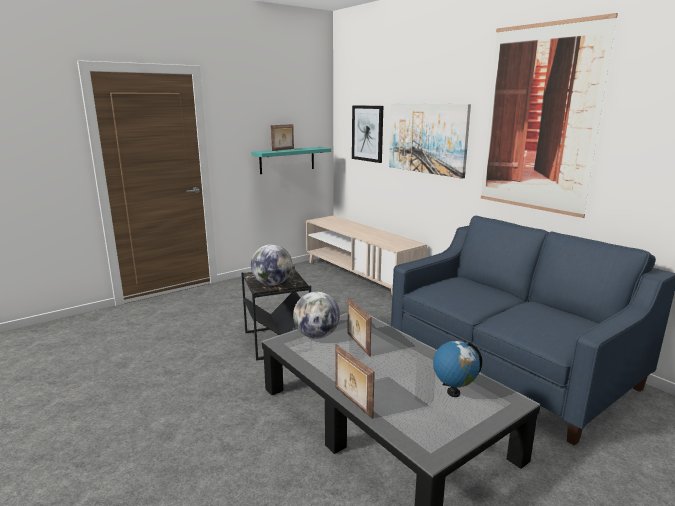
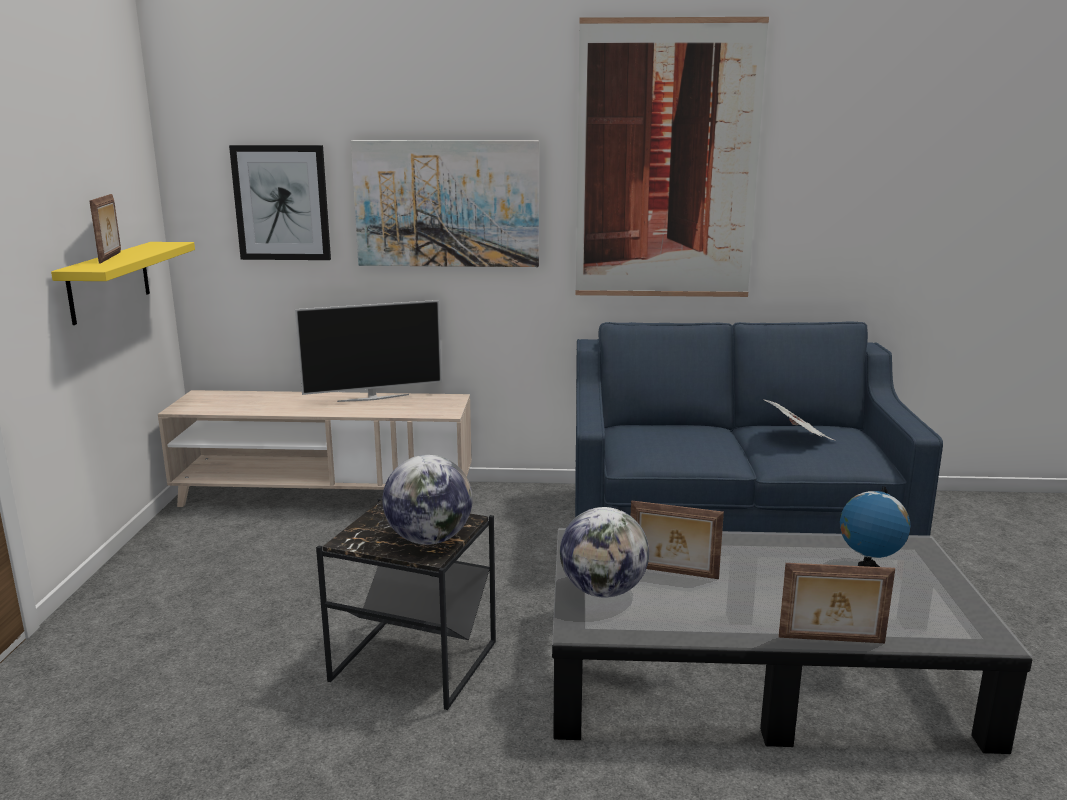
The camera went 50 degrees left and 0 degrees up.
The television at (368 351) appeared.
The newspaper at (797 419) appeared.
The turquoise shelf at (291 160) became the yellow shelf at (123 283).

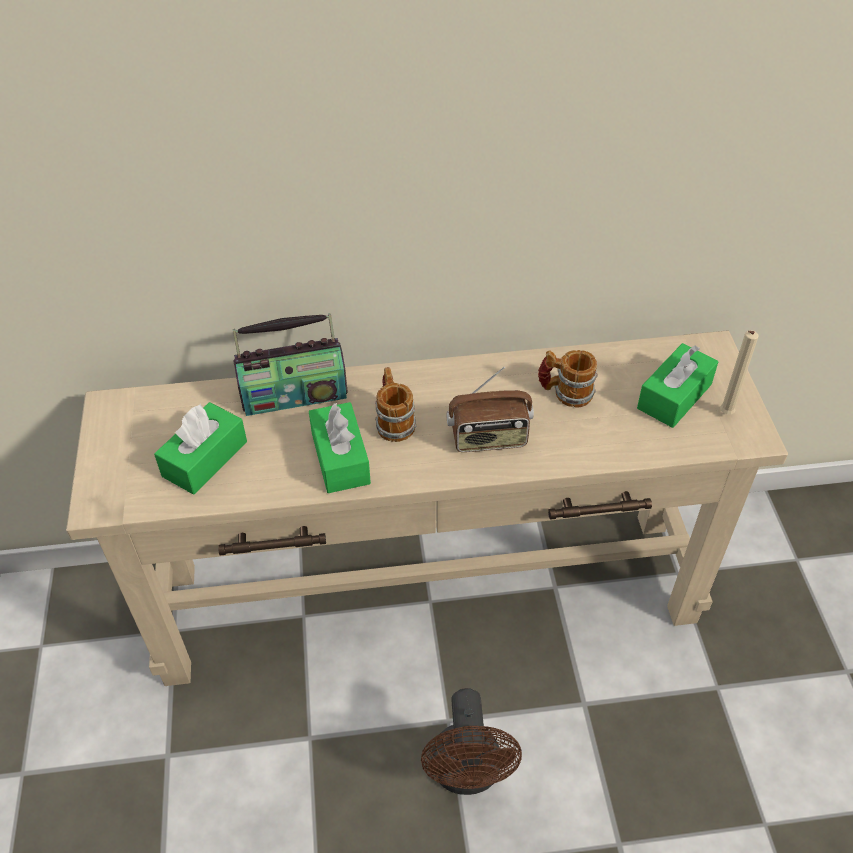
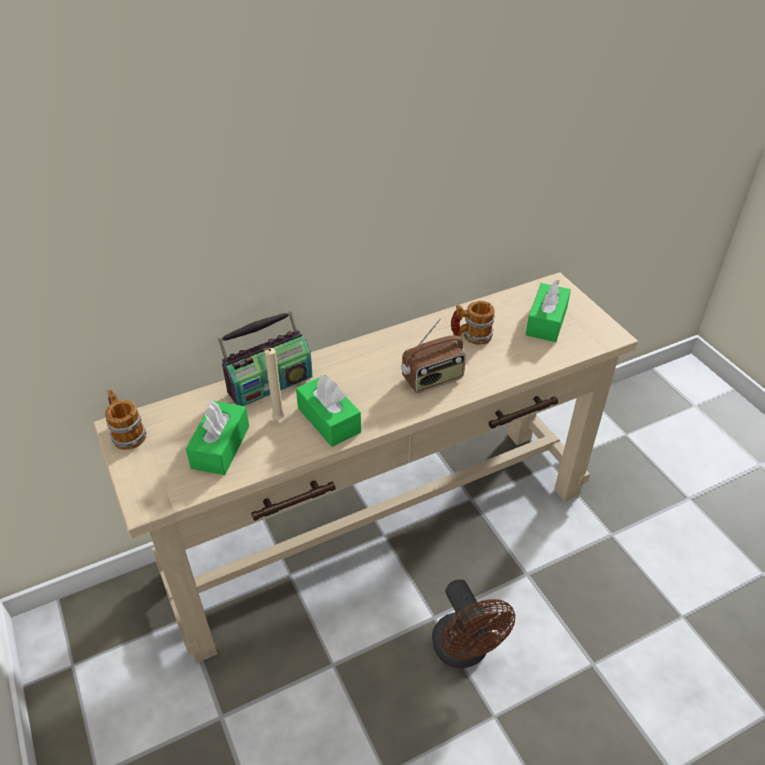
The camera went 20 degrees left and 5 degrees down.
The mug moved from (395 404) to (126 419).
The beige candle moved from (739 372) to (274 383).

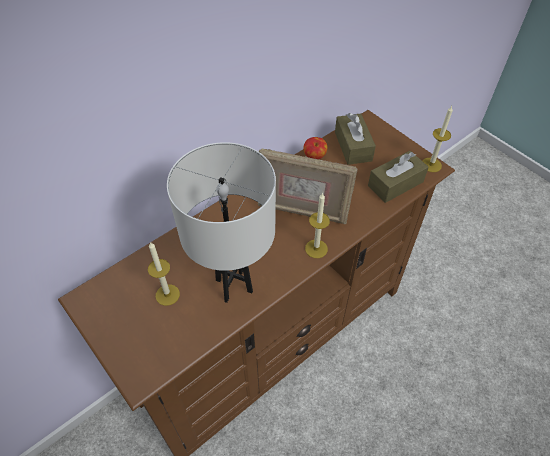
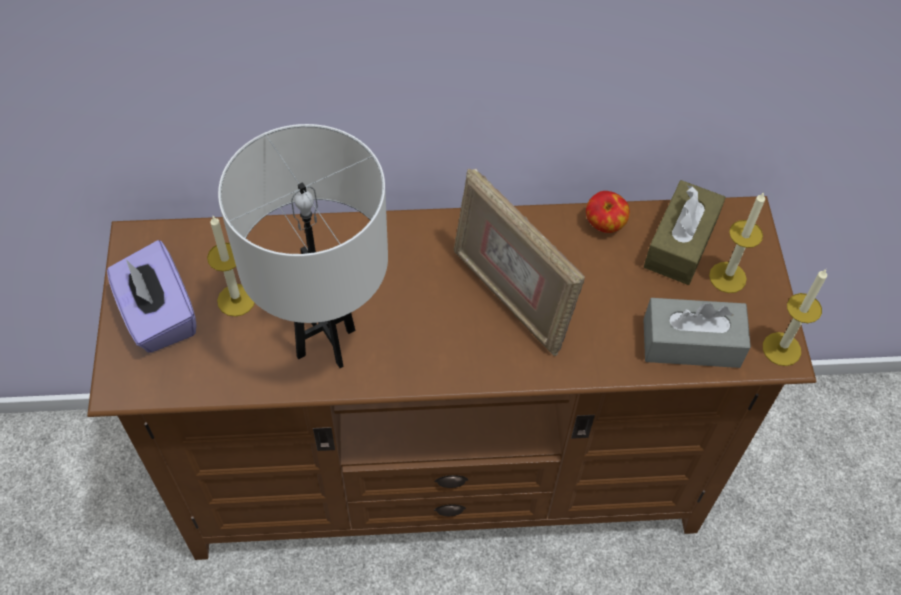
The camera went 35 degrees right and 5 degrees up.
The purple tissue box at (151 296) appeared.
The candle moved from (317 225) to (737 242).
The brown tissue box at (398 177) became the grey tissue box at (697 333).

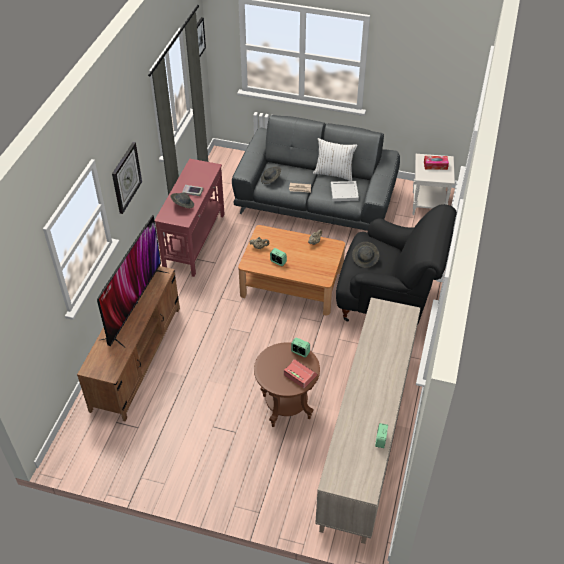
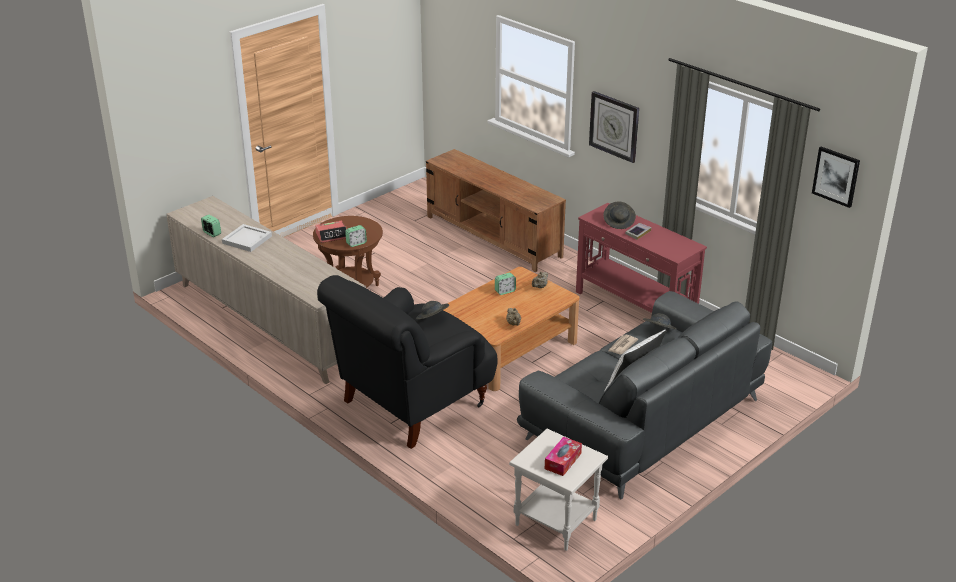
The camera went 120 degrees right and 15 degrees down.
The television at (132 281) disappeared.
The white tray moved from (345 191) to (247 238).

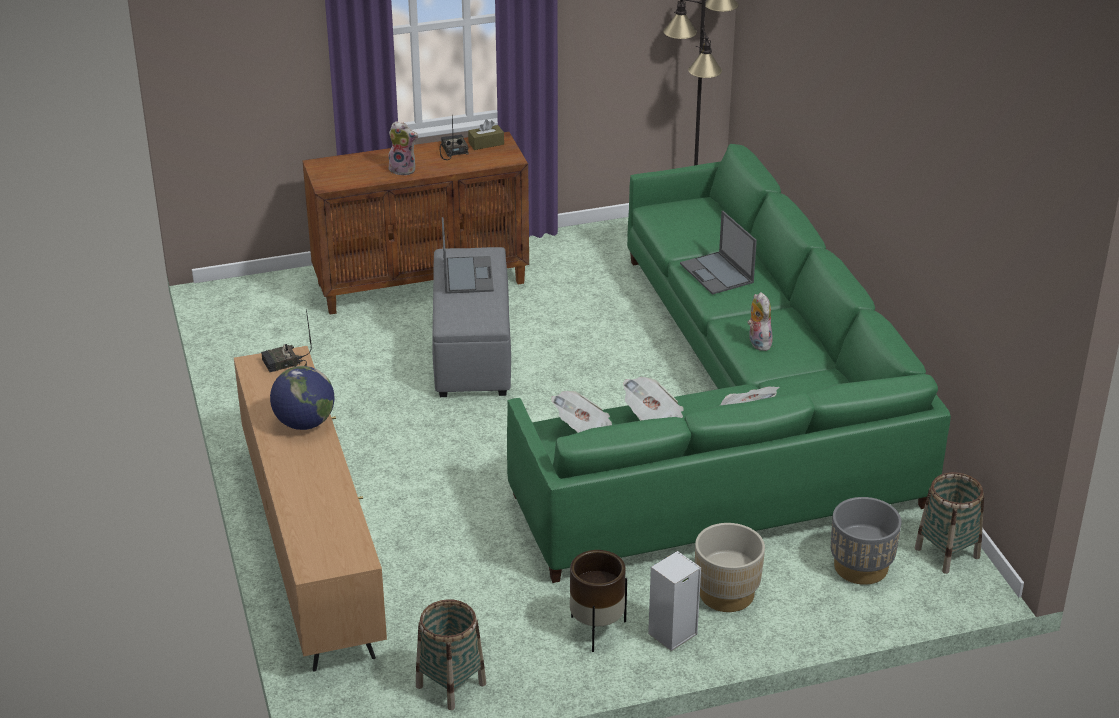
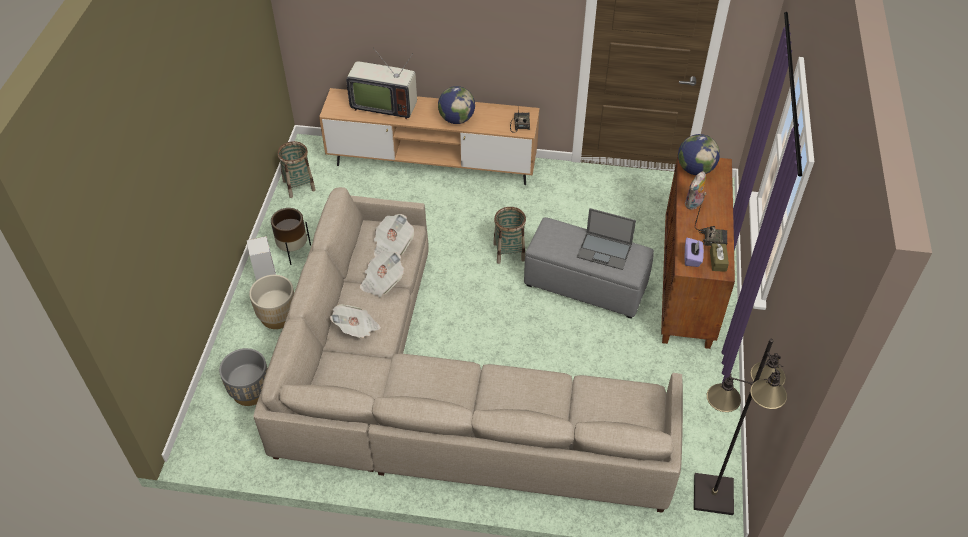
The camera went 115 degrees right and 15 degrees up.
The laptop at (718 253) disappeared.
The plush toy at (760 321) disappeared.
The television at (381 83) appeared.
The globe at (699 154) appeared.
The purple tissue box at (694 252) appeared.
The basket moved from (949 523) to (509 235).
The green sofa at (729 363) became the beige sofa at (468 350).

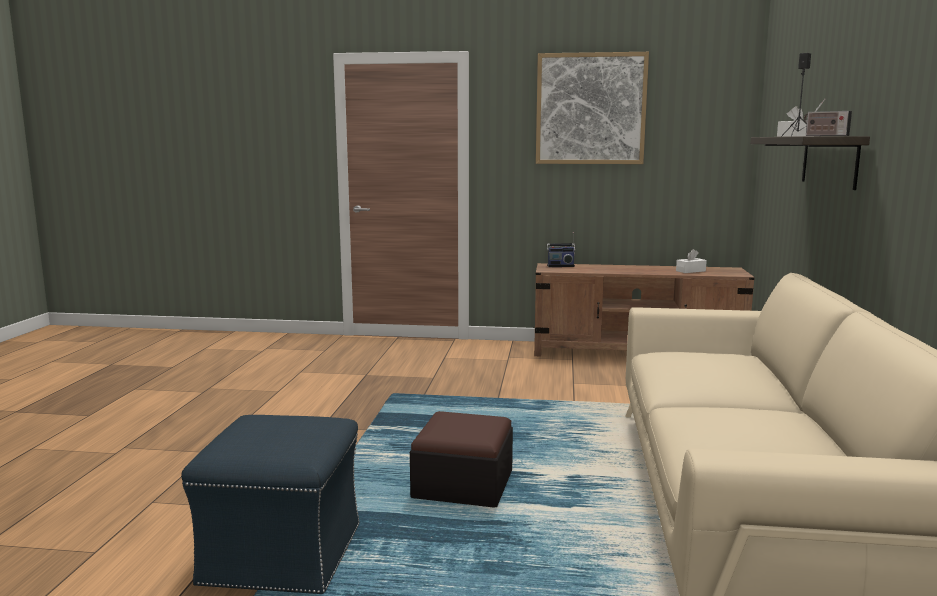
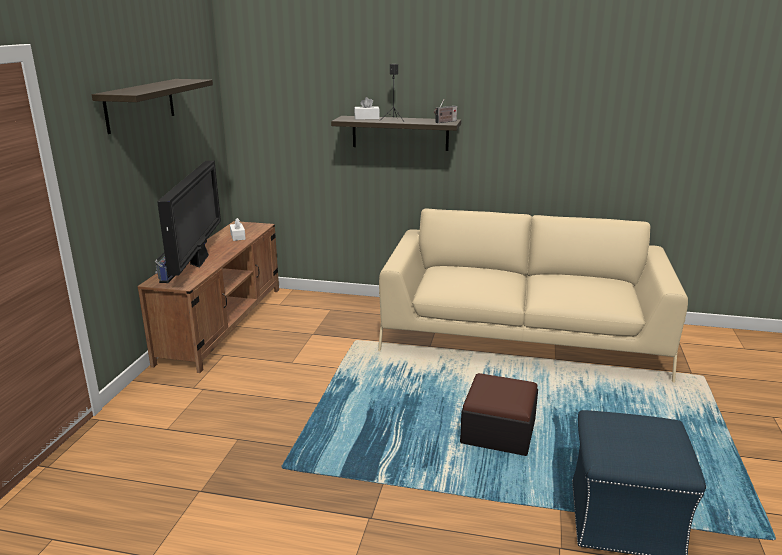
The camera went 85 degrees left and 10 degrees up.
The television at (189 218) appeared.
The picture at (592 108) was replaced by the shelf at (152 106).

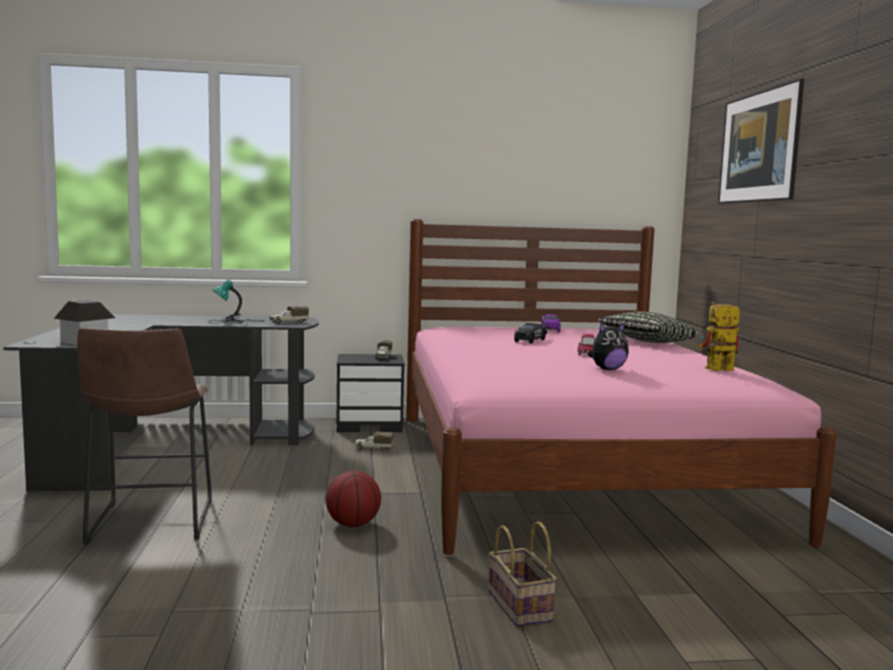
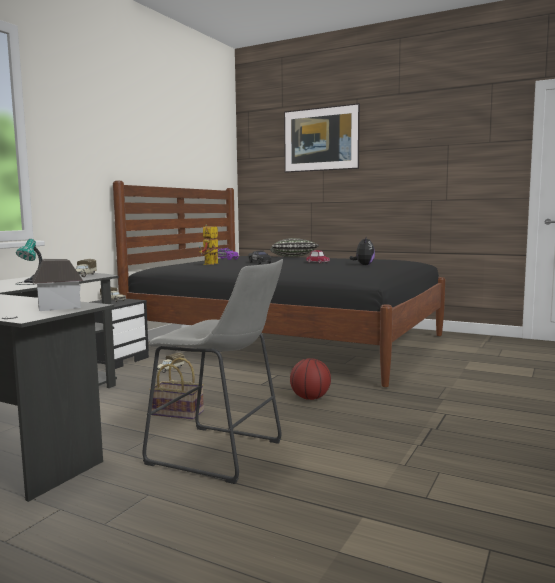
The camera went 55 degrees left and 0 degrees up.
The basket moved from (523 574) to (176 388).
The toy robot moved from (719 336) to (208 244).
The brown stool at (144 436) became the grey stool at (213 371).
The pink bed at (621 387) became the black bed at (279 284).

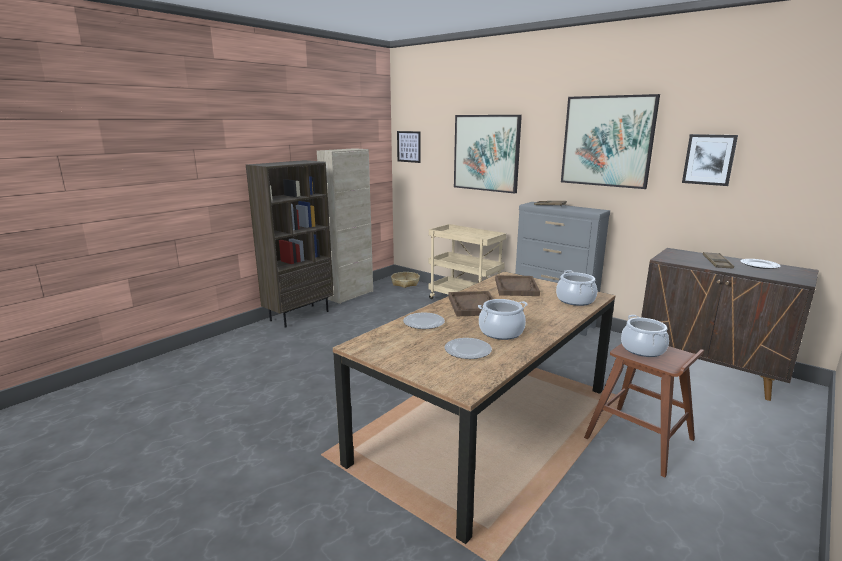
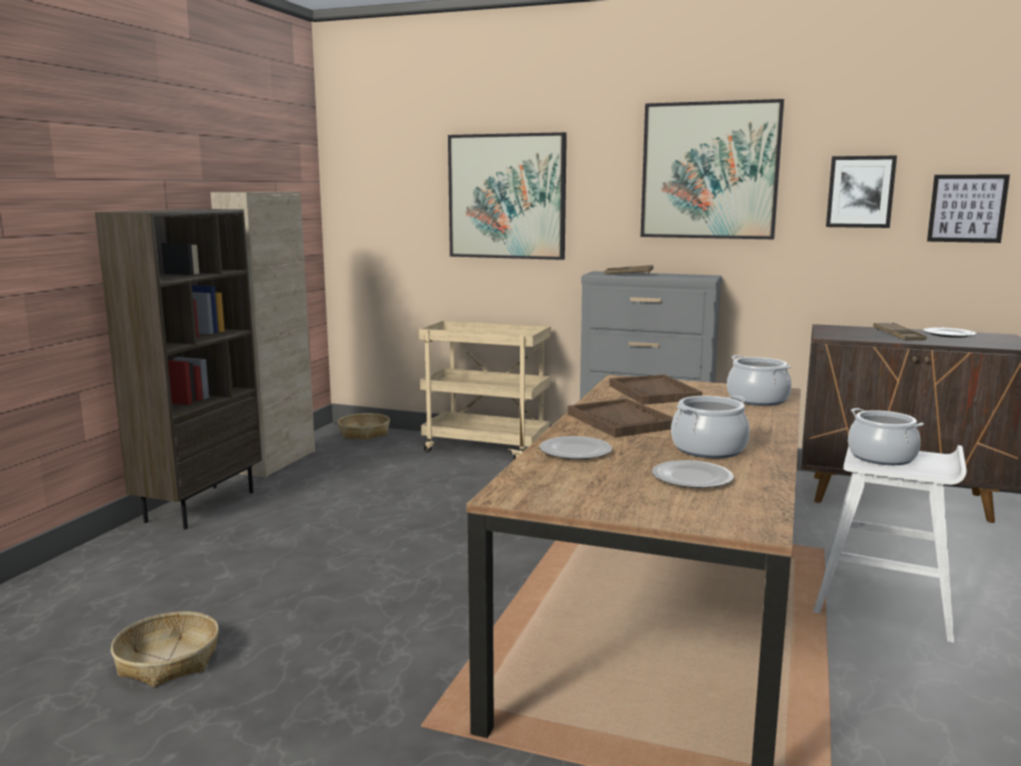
The camera went 20 degrees left and 5 degrees down.
The basket at (165 649) appeared.
The picture moved from (409 147) to (968 208).
The brown stool at (644 410) became the white stool at (890 544).

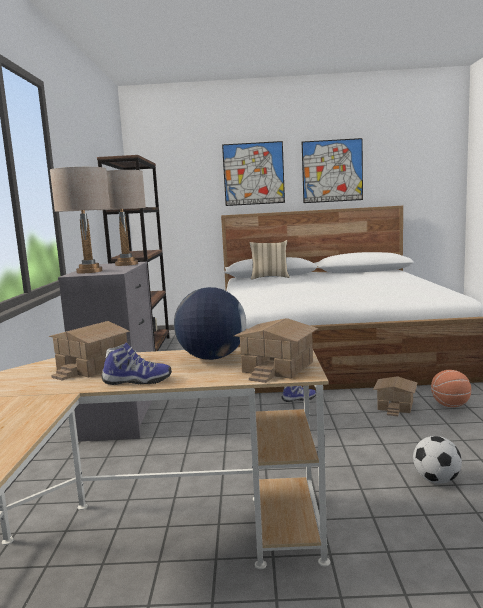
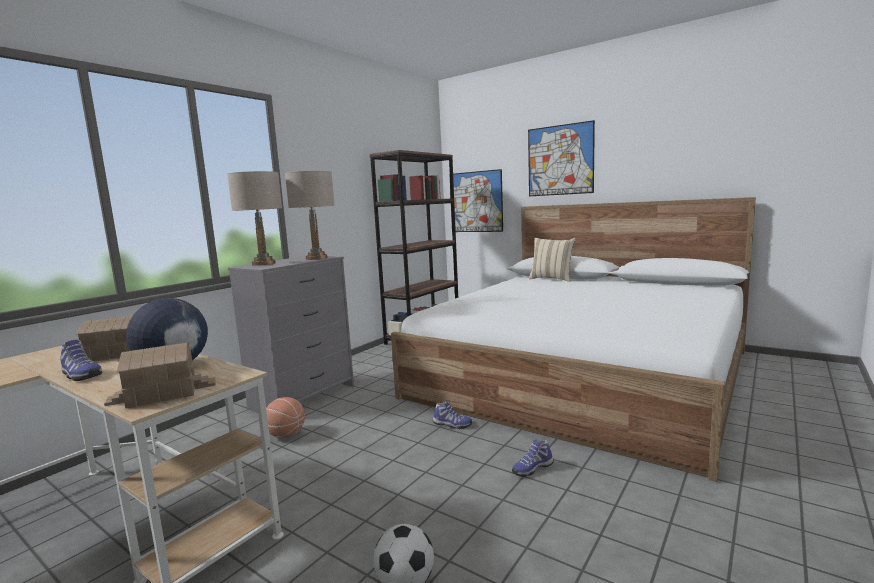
The camera went 35 degrees right and 0 degrees up.
The picture moved from (332 170) to (476 200).
The basketball moved from (451 388) to (285 417).
The toy house at (395 396) was replaced by the shoe at (533 458).

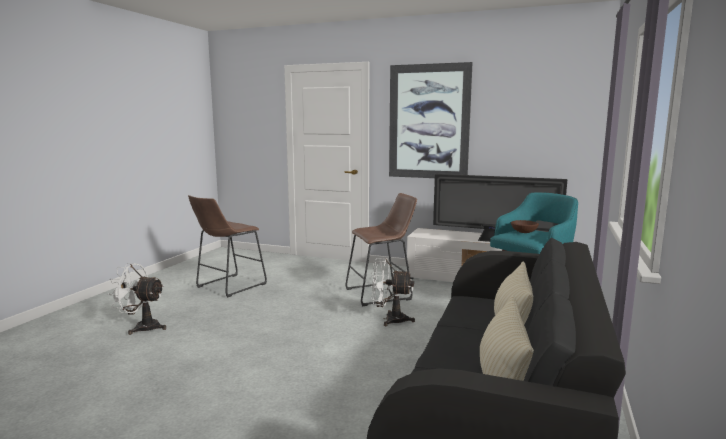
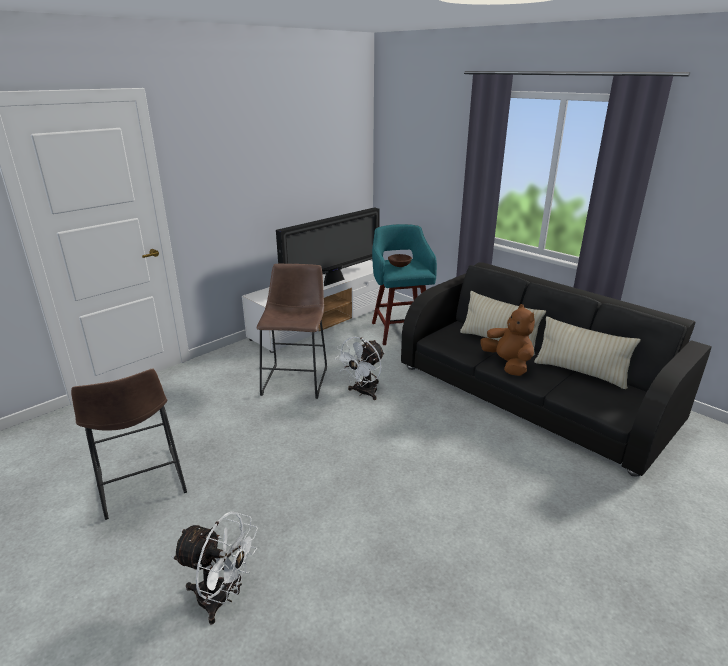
The camera went 65 degrees left and 15 degrees up.
The picture at (431 120) disappeared.
The brown plush toy at (507 340) appeared.
The white fan at (136 299) turned 105 degrees counterclockwise.

